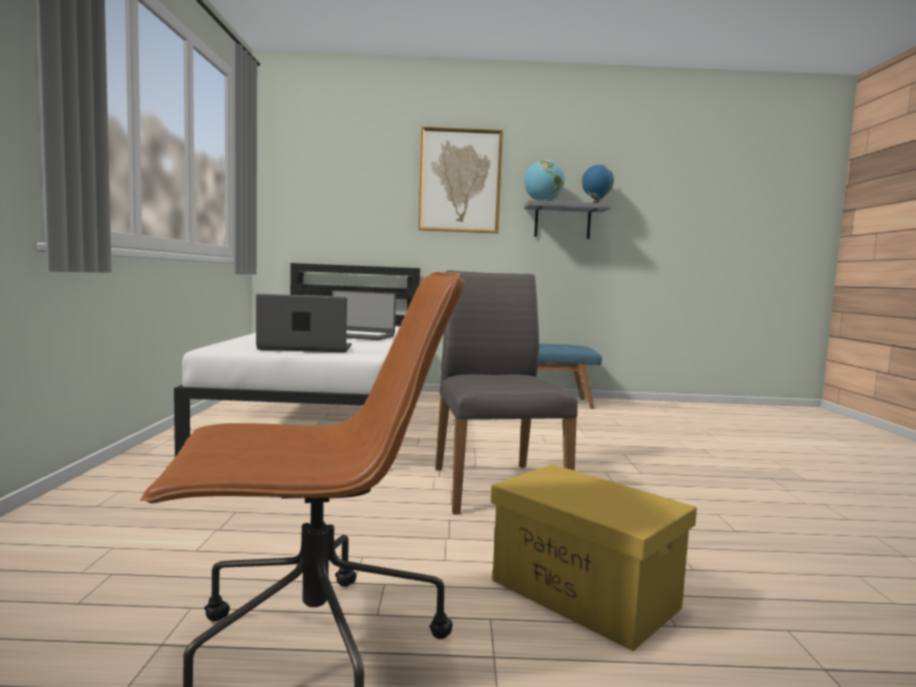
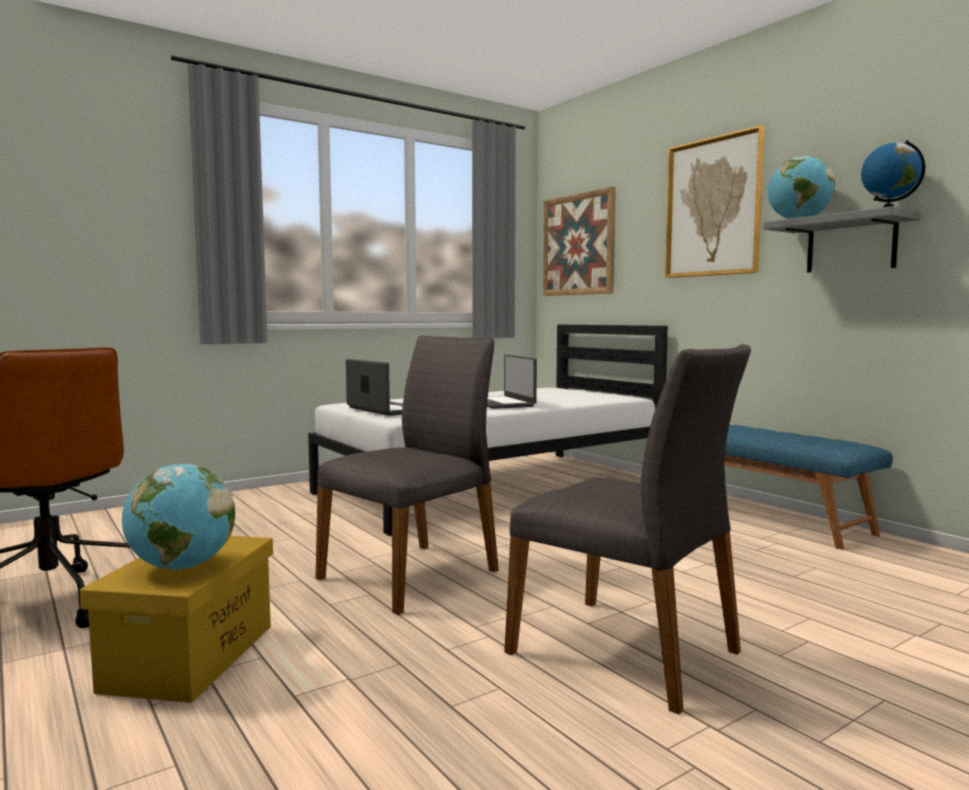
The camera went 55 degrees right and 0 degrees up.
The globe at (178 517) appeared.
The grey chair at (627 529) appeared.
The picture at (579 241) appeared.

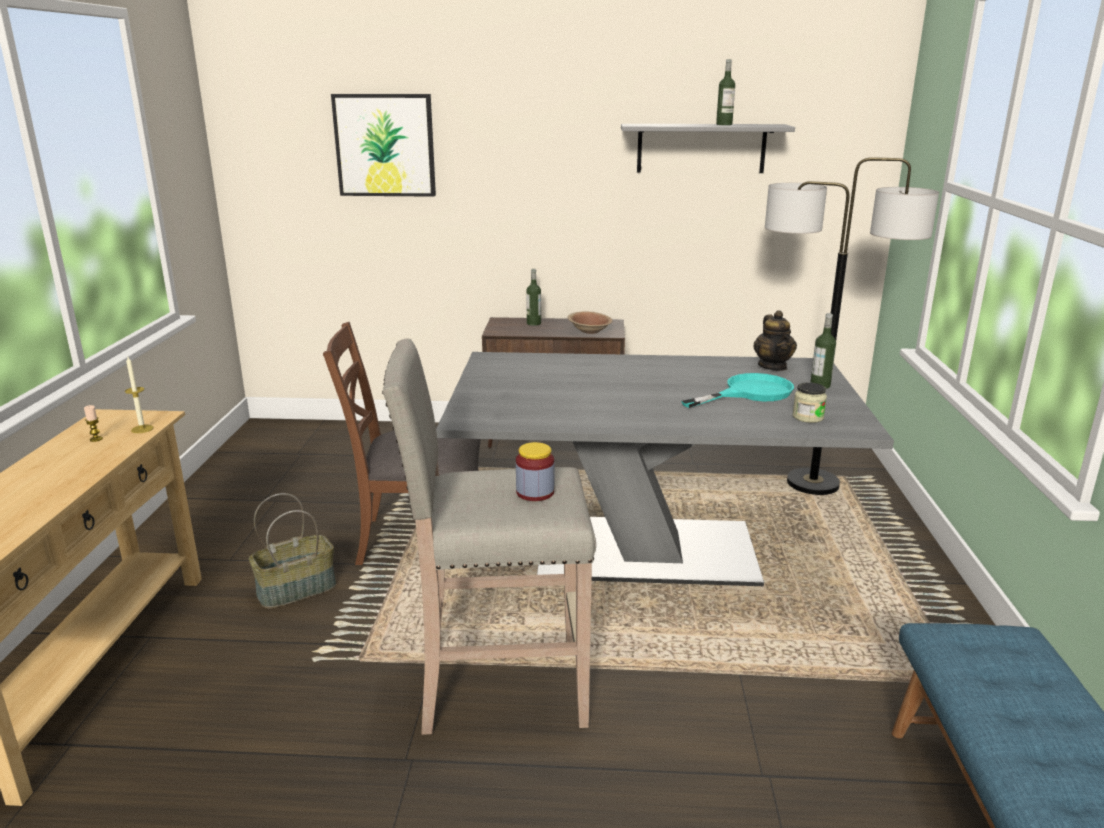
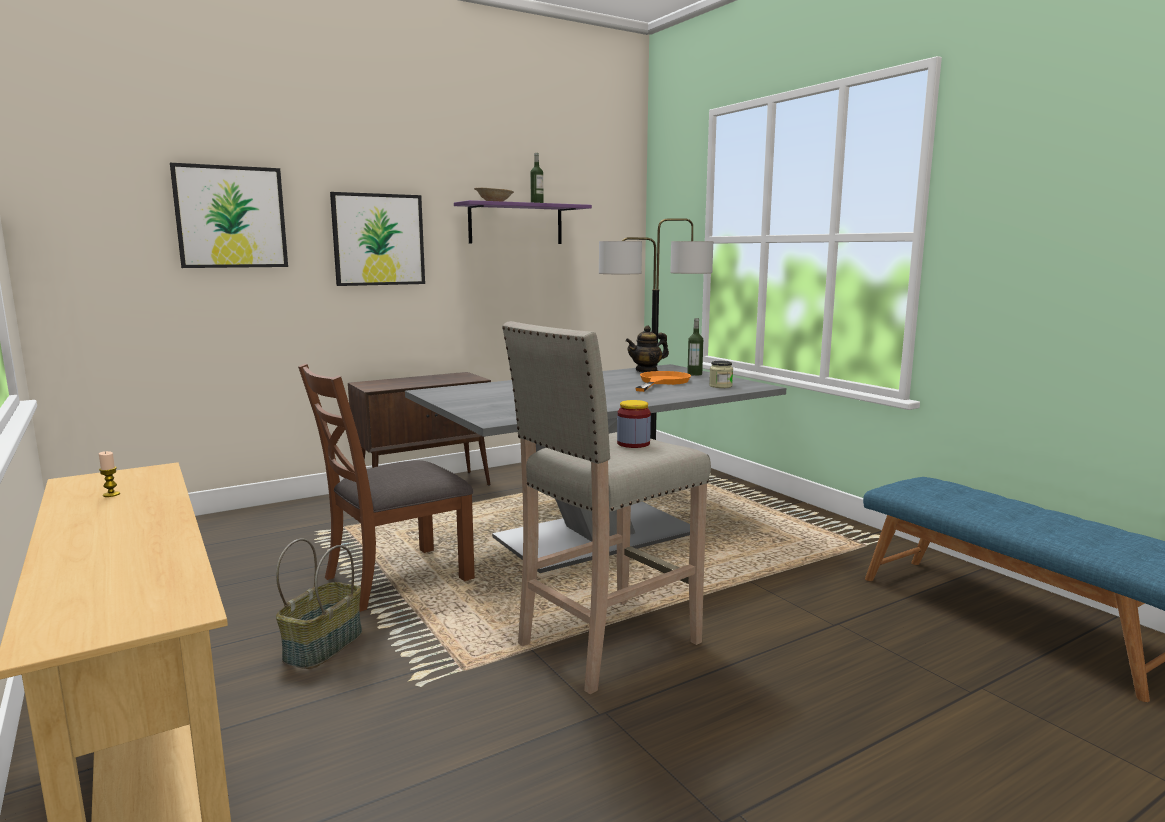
The camera went 35 degrees left and 10 degrees down.
The candle at (139 395) disappeared.
The bottle at (533 297) disappeared.
The picture at (377 239) appeared.
The brown bowl moved from (590 322) to (494 194).
The grey shelf at (708 148) became the purple shelf at (523 222).
The turquoise frying pan at (737 390) became the orange frying pan at (663 381).
The teapot at (775 340) turned 105 degrees clockwise.

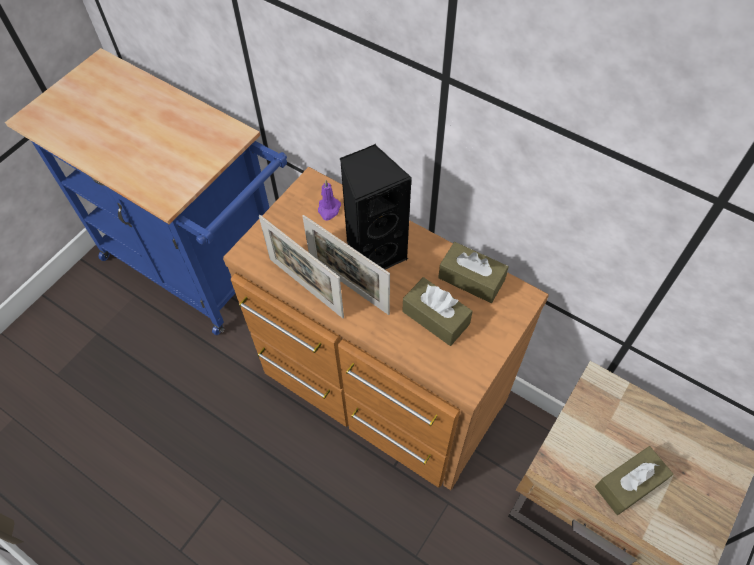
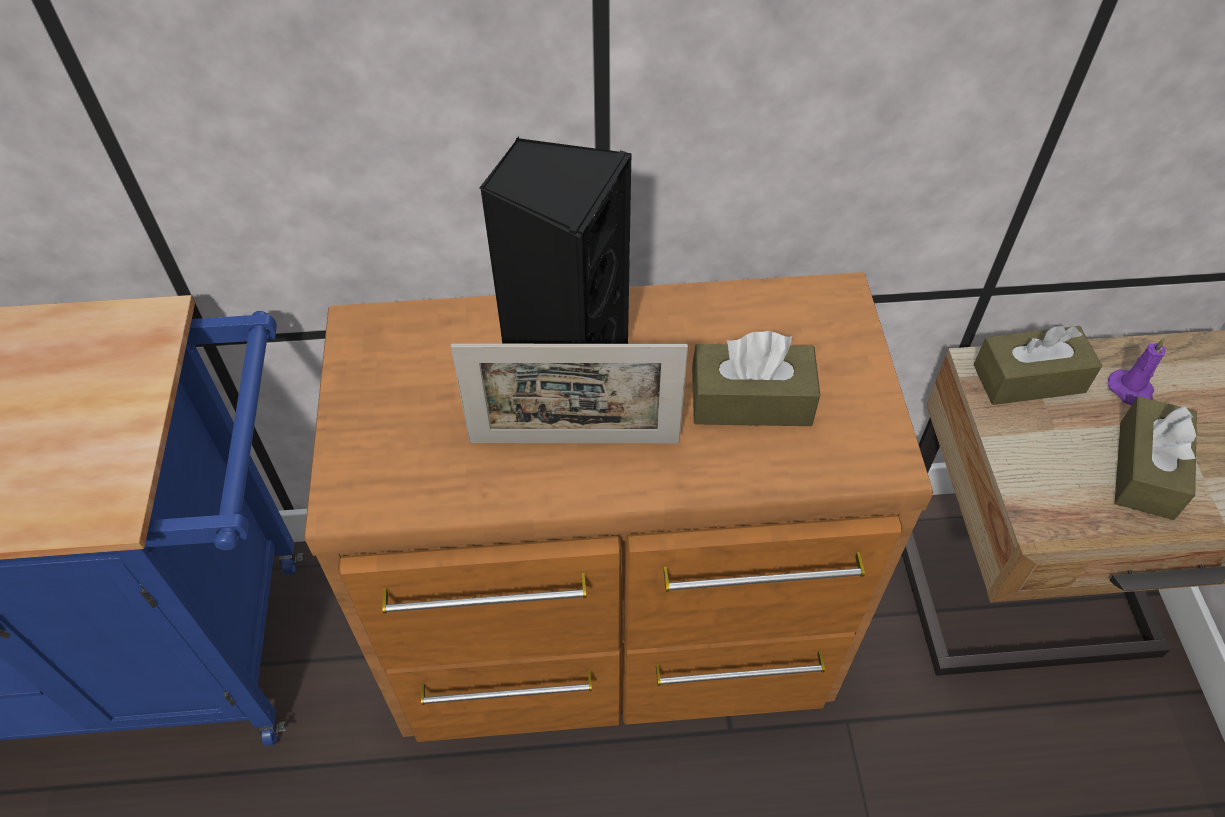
The camera went 40 degrees left and 5 degrees down.
The picture frame at (301 266) disappeared.
The purple candle moved from (329 200) to (1137 371).
The brown tissue box moved from (473 272) to (1038 365).

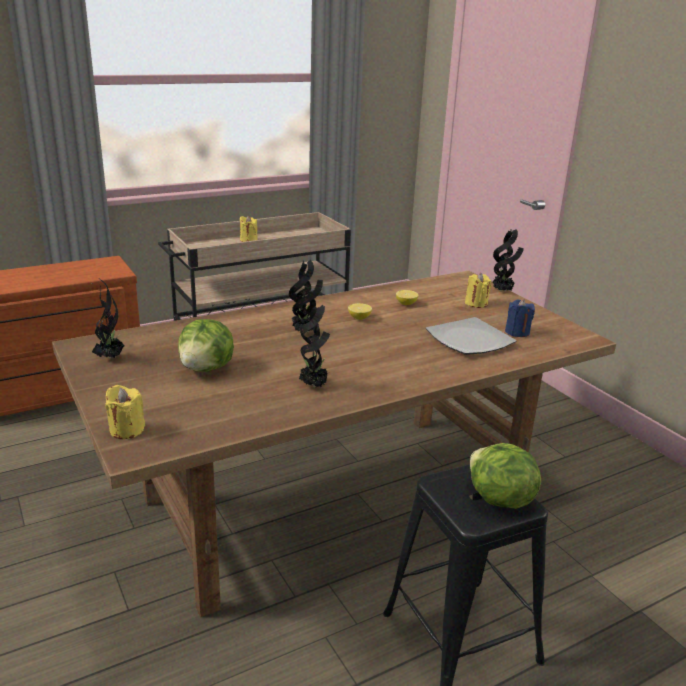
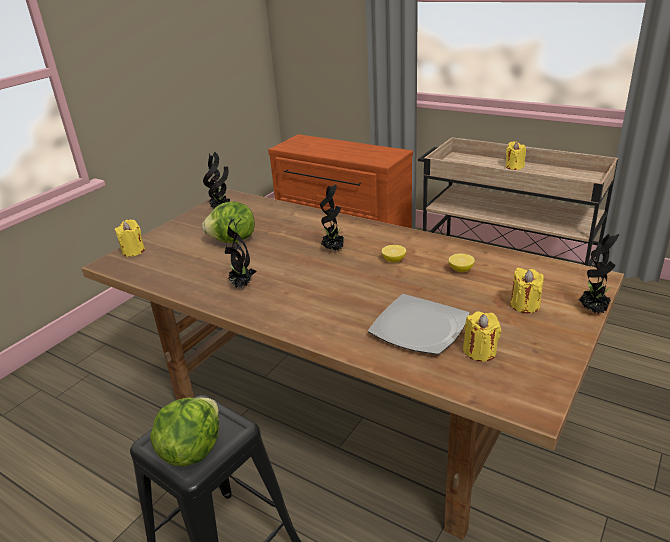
The camera went 65 degrees right and 5 degrees up.
The blue candle at (520 318) became the yellow candle at (482 336).

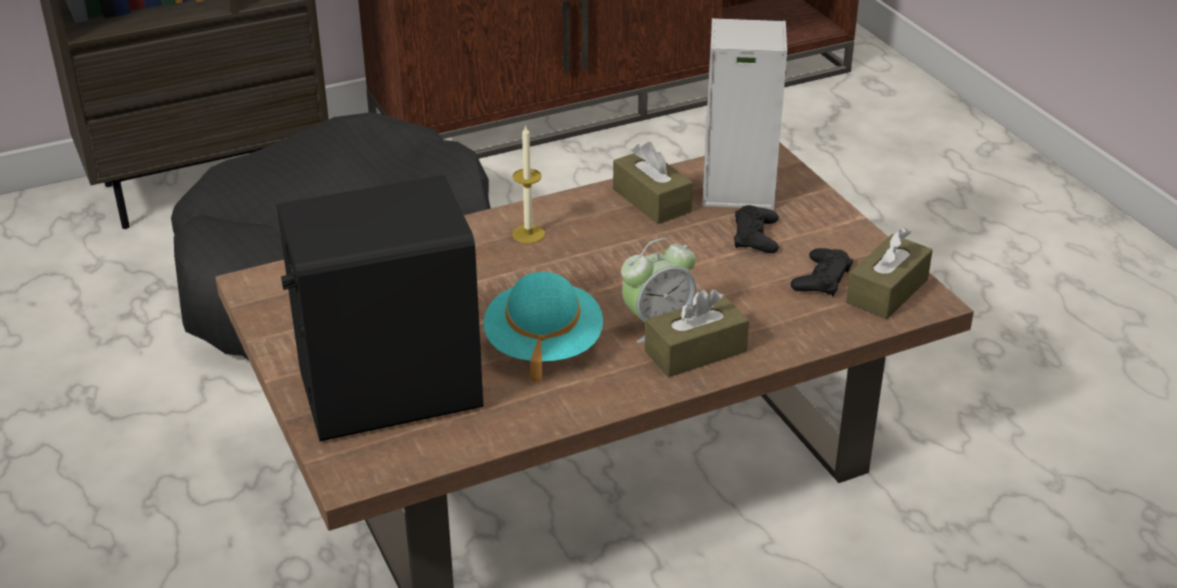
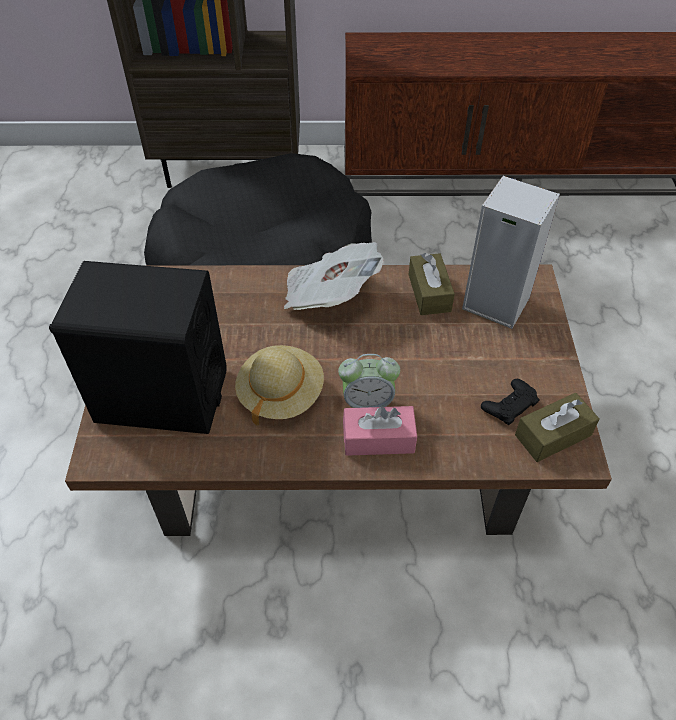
The camera went 25 degrees right and 15 degrees up.
The black game controller at (756 229) disappeared.
The candle at (528 184) was replaced by the newspaper at (333 276).
The turquoise hat at (543 327) became the beige hat at (279 385).
The brown tissue box at (697 333) became the pink tissue box at (380 431).

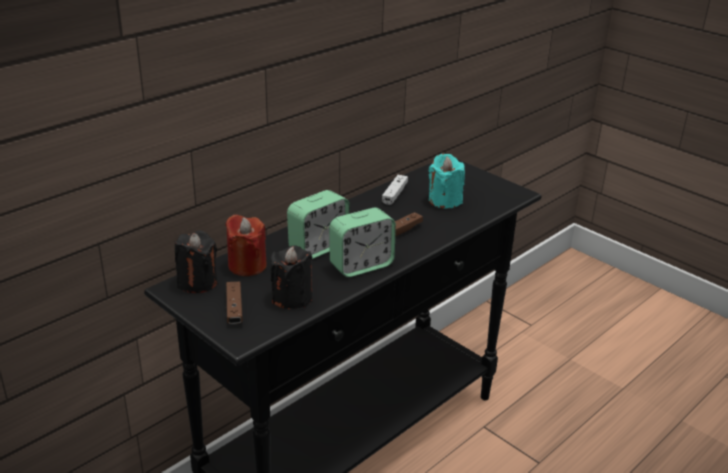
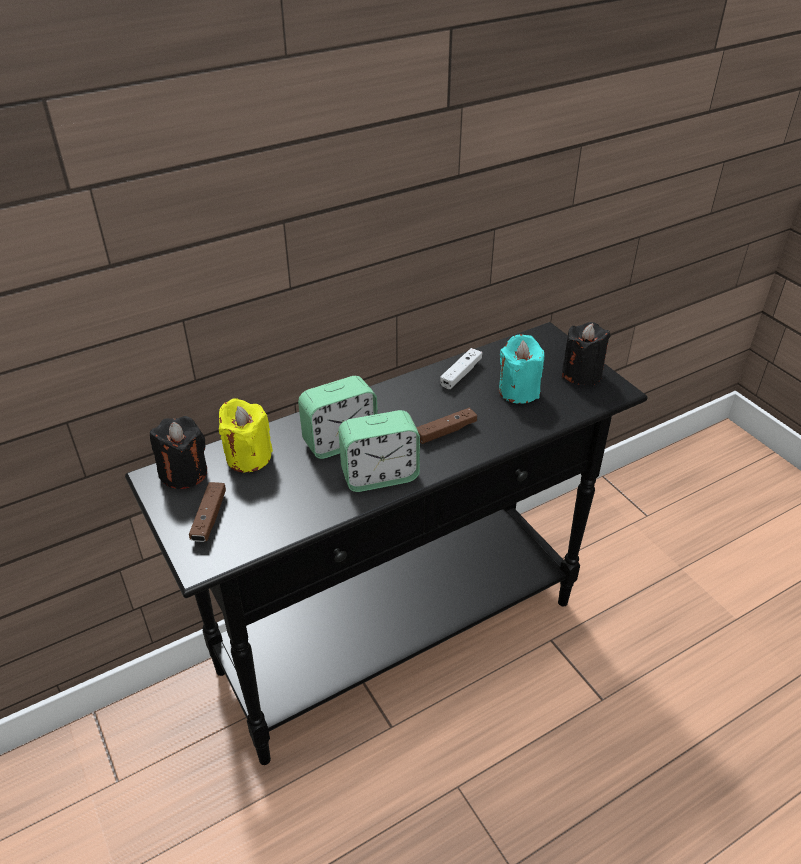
The camera went 15 degrees right and 10 degrees up.
The black candle moved from (291 277) to (586 353).
The red candle at (246 245) became the yellow candle at (246 435).

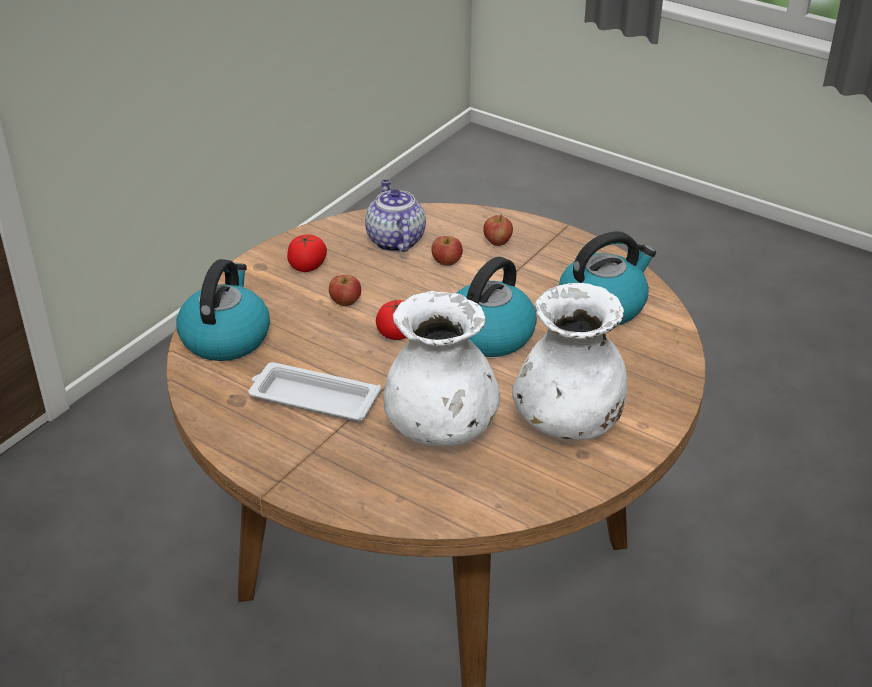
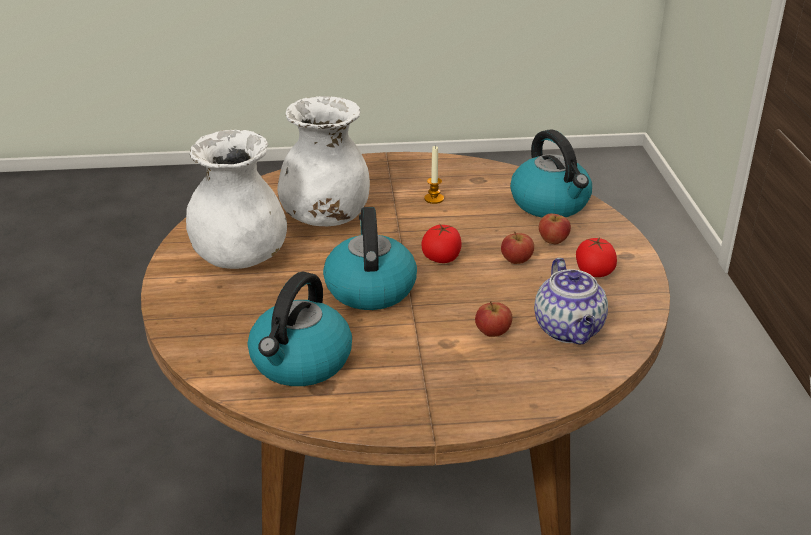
The camera went 140 degrees right and 5 degrees down.
The apple moved from (498 230) to (555 229).
The white tray at (314 391) was replaced by the candle at (434 175).
The teapot at (395 216) turned 45 degrees clockwise.

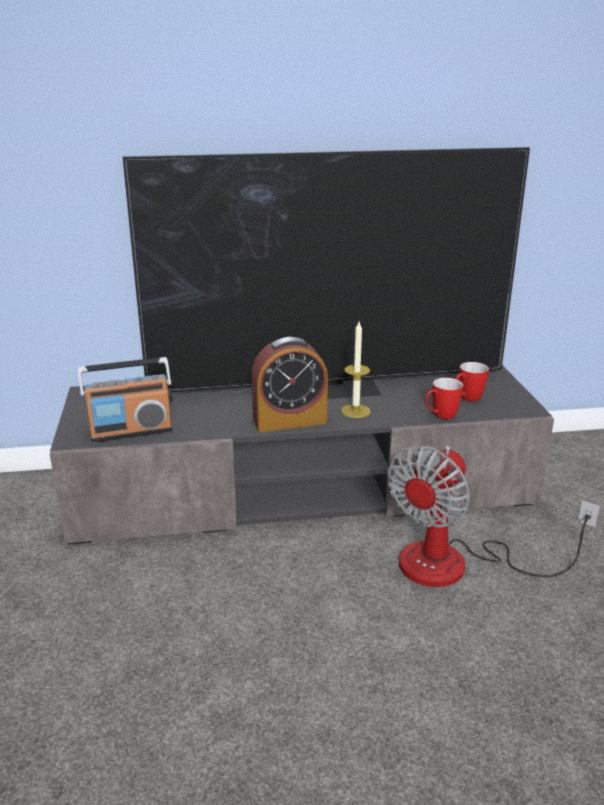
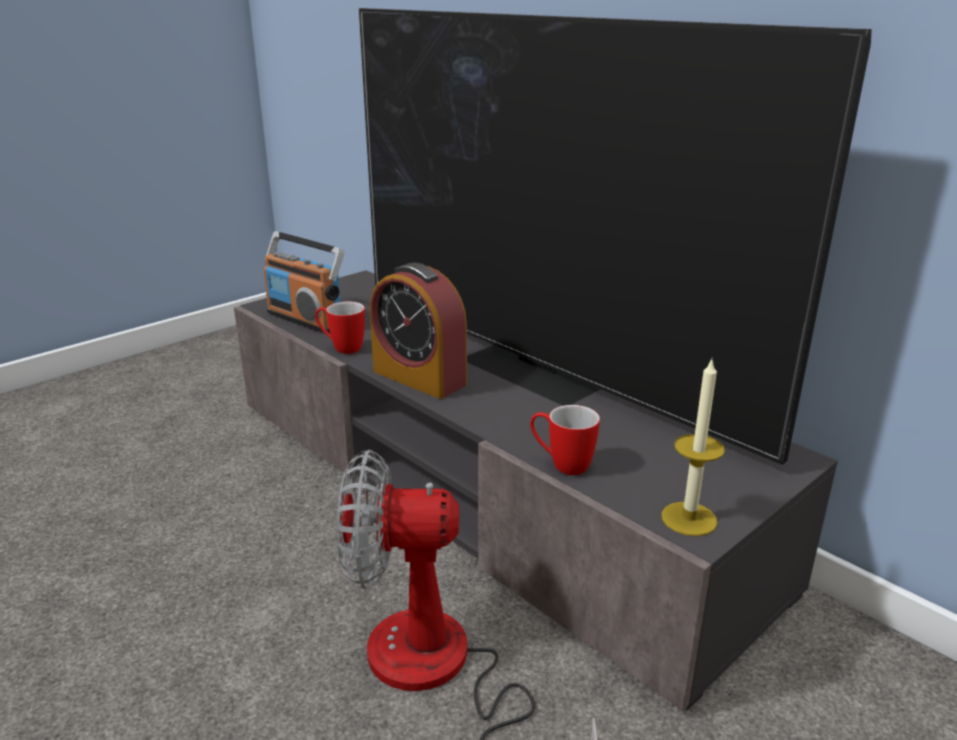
The camera went 55 degrees right and 0 degrees up.
The candle moved from (356 370) to (693 446).
The mug moved from (472 382) to (340 328).

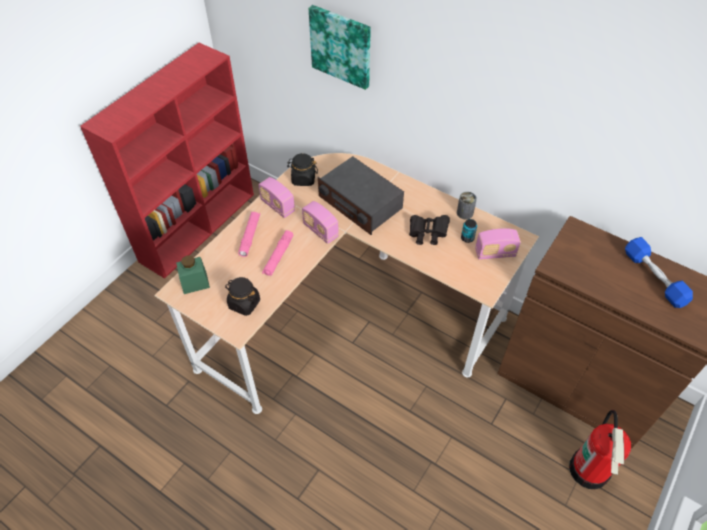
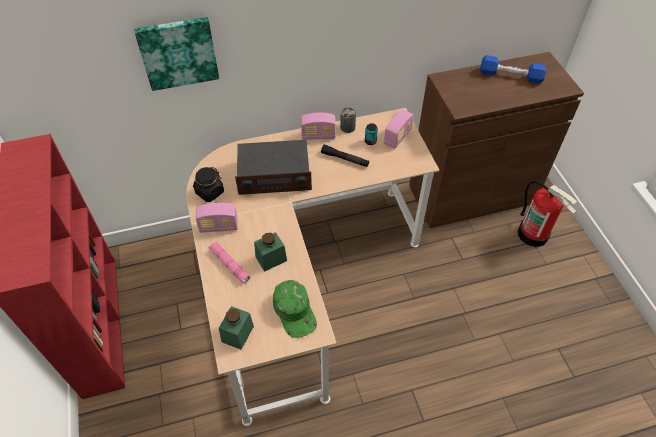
The camera went 50 degrees left and 0 degrees up.
The radio moved from (320 222) to (318 126).
The black jar at (242 296) was replaced by the green cap at (295 309).
The pink flashlight at (277 253) was replaced by the green jar at (270 252).
The black binoculars at (429 230) was replaced by the black flashlight at (345 155).

